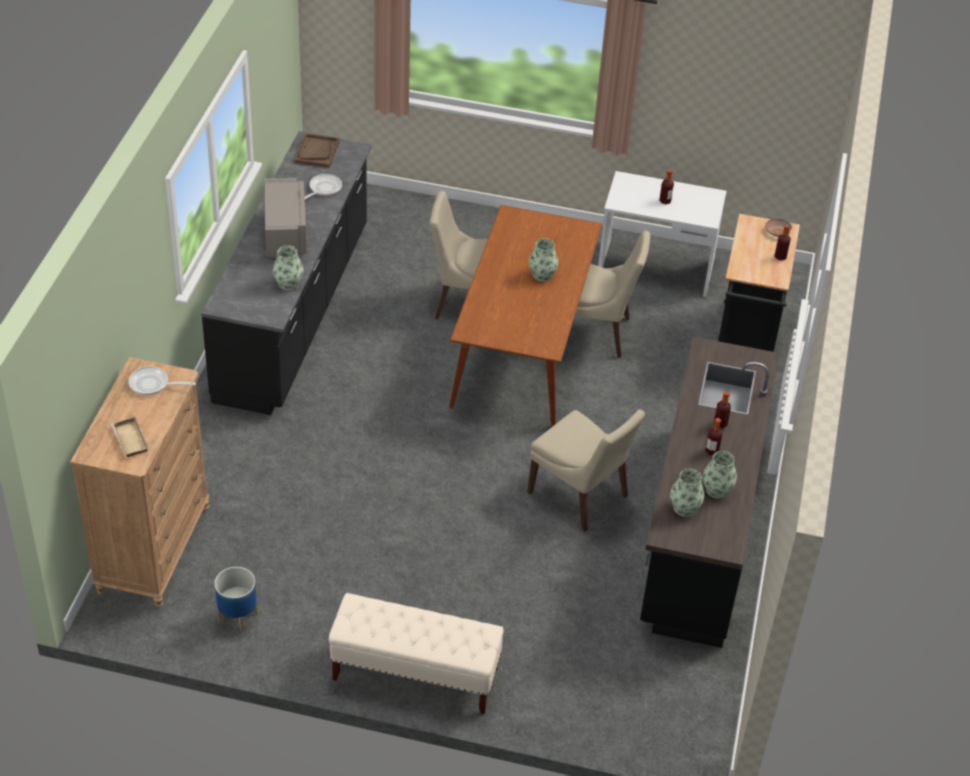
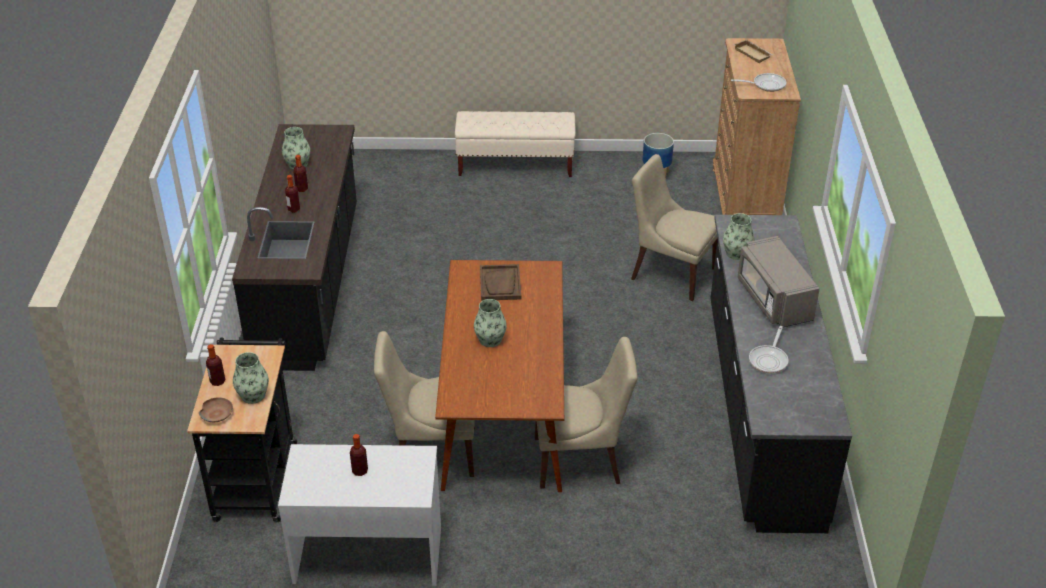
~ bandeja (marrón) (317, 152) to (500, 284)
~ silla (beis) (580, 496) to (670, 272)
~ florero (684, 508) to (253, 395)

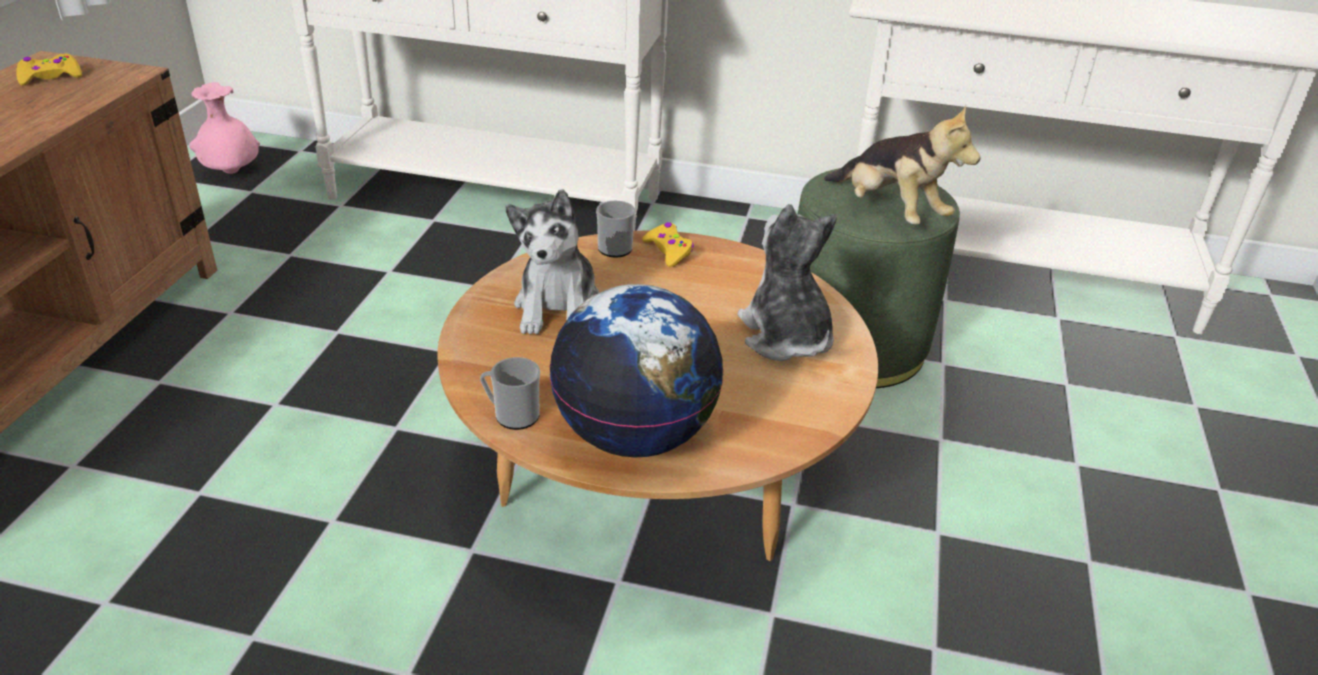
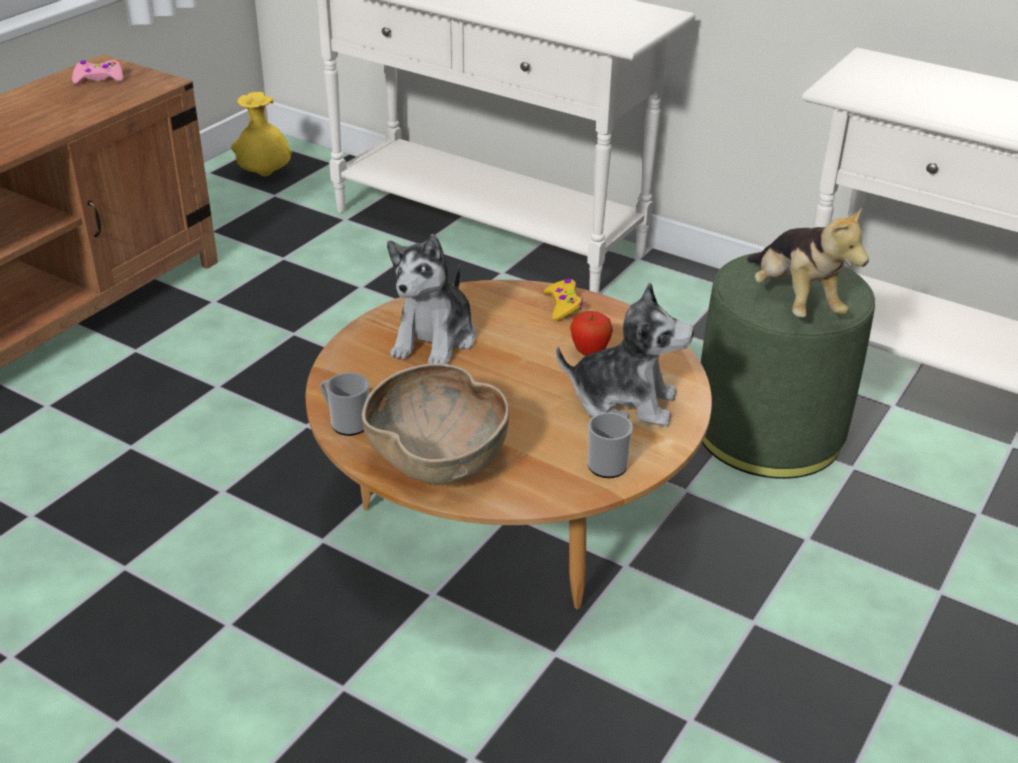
+ manzana (589, 353)
~ taza grande (612, 246) to (605, 462)
~ globo terráqueo (635, 435) to cuenco (marrón) (438, 459)
~ mando de consola (amarillo) (50, 77) to mando de consola (rosa) (99, 79)
~ florero (rosa) (231, 172) to florero (amarillo) (265, 175)
~ peluche (785, 337) = (624, 402) 105 degrees clockwise

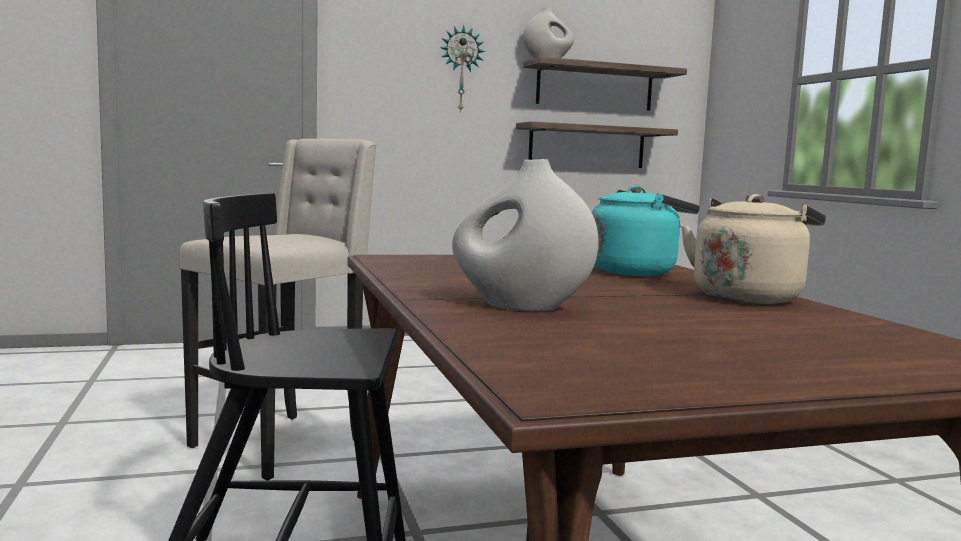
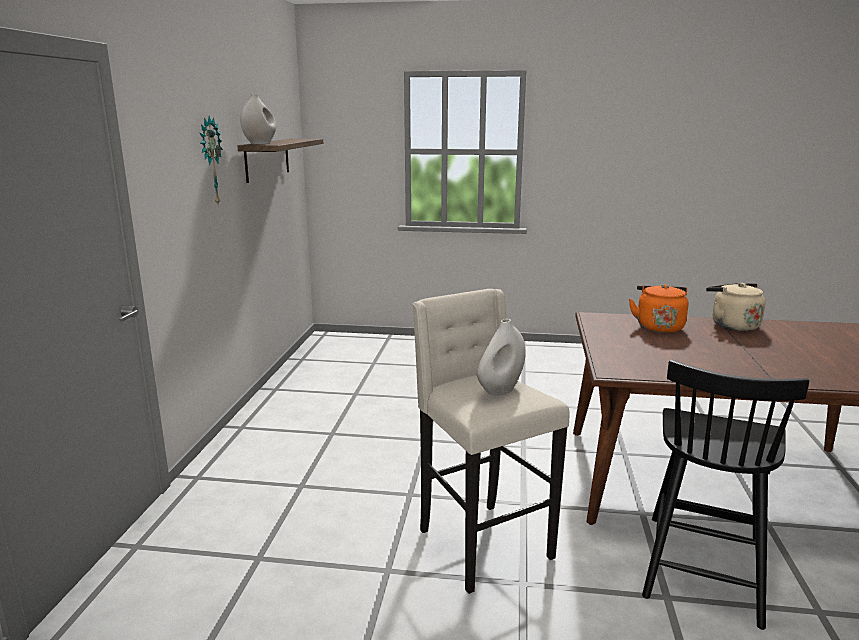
- estante (587, 146)
~ florero (blanco) (520, 307) to (500, 390)
~ hervidor (turquesa) (636, 272) to hervidor (naranja) (658, 327)

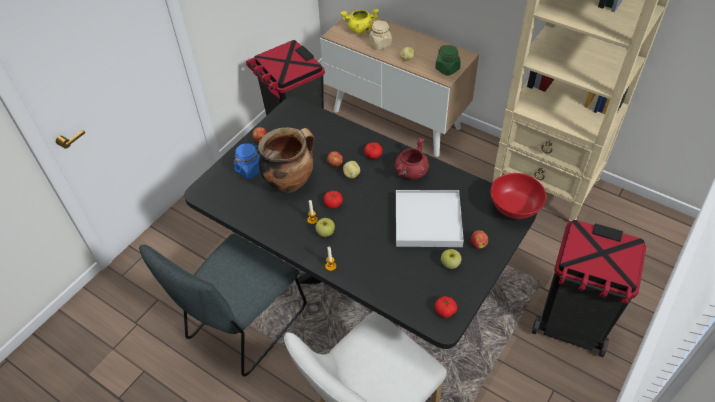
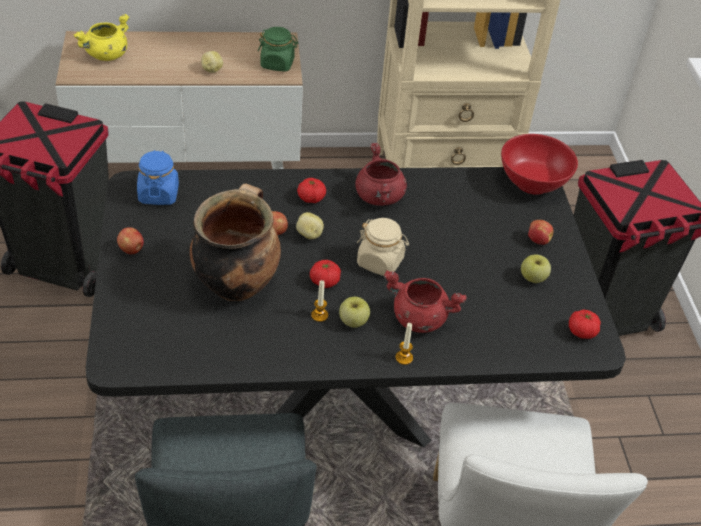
- bandeja (blanco) (428, 221)
+ olla (rojo) (418, 319)
~ tarro (azul) (250, 169) to (158, 194)
~ tarro (beis) (380, 44) to (380, 262)

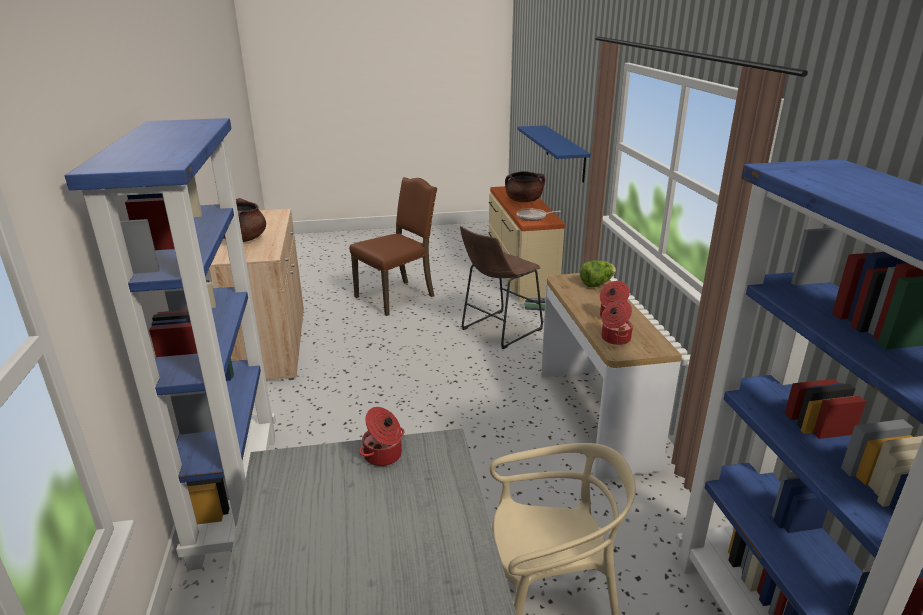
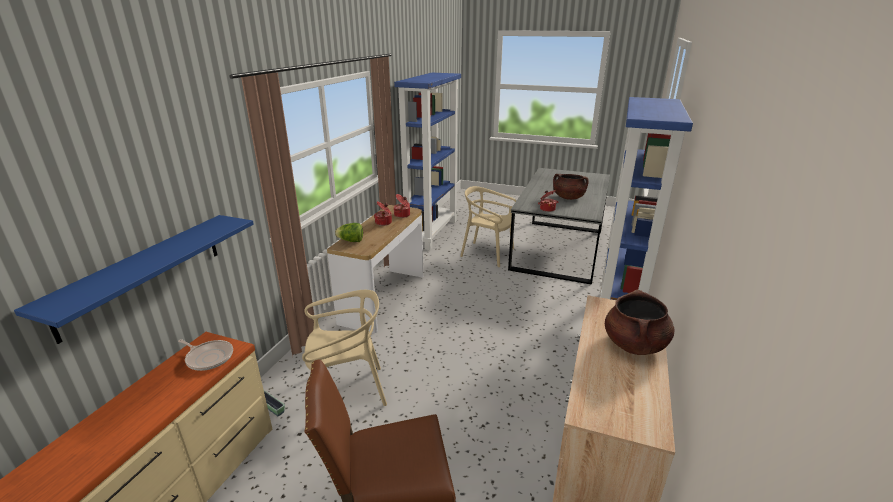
~ olla (marrón) (524, 201) to (568, 198)
~ taburete (marrón) (498, 330) to silla (beis) (347, 392)

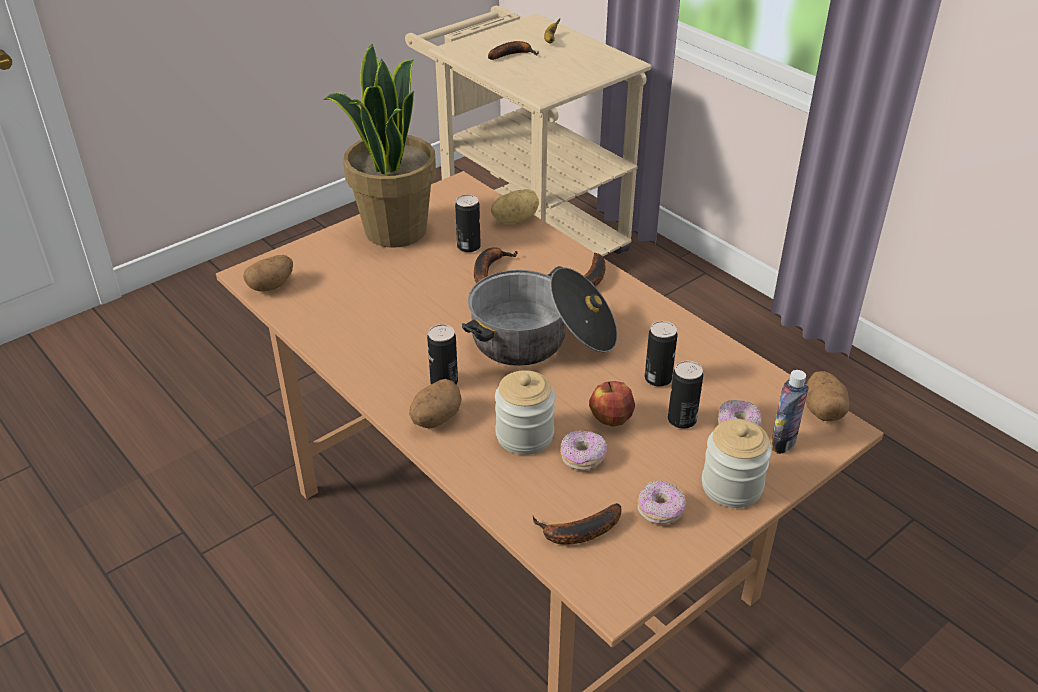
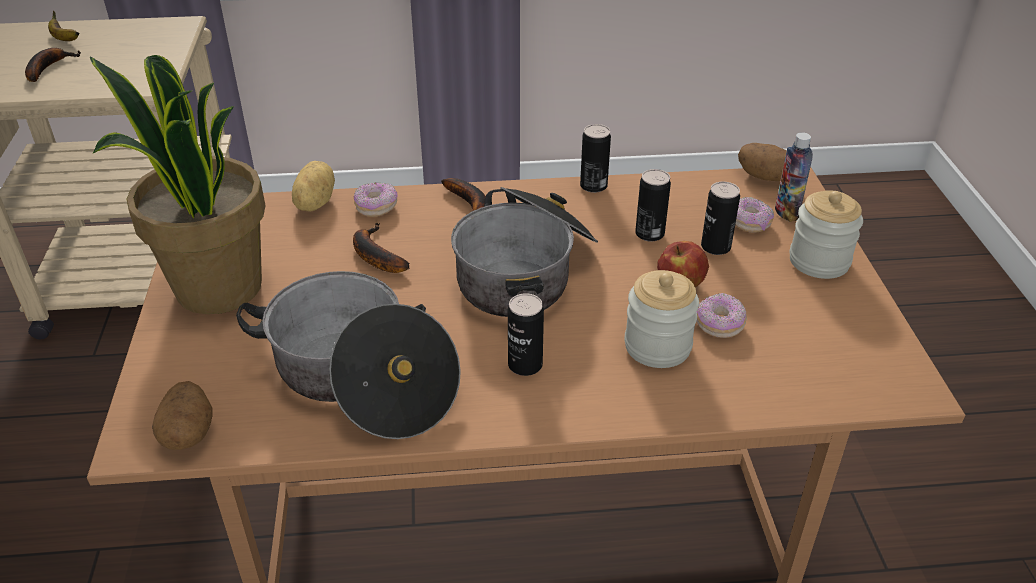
- patata (435, 419)
- plátano (577, 533)
+ olla (360, 379)
~ lata (468, 246) to (593, 186)
~ rosquilla (660, 510) to (376, 207)

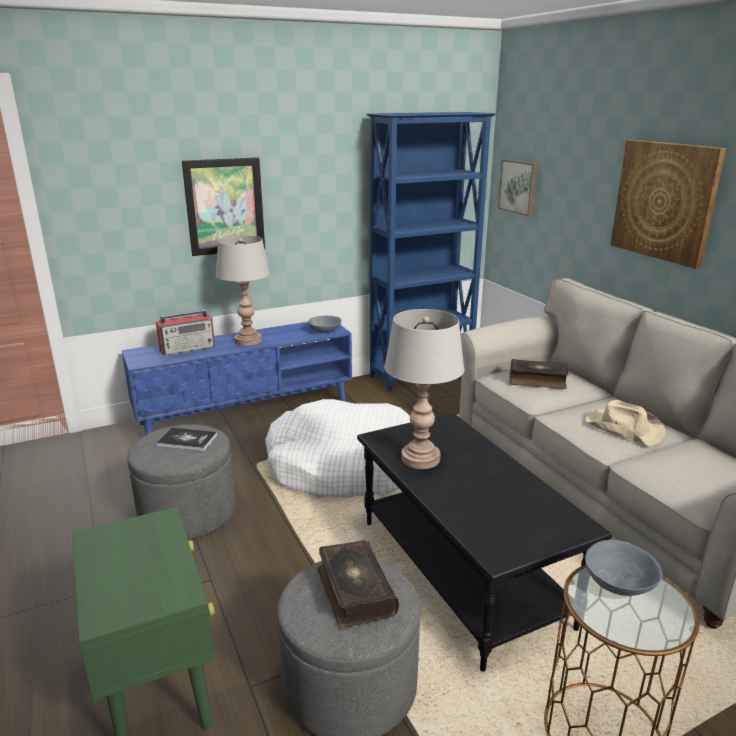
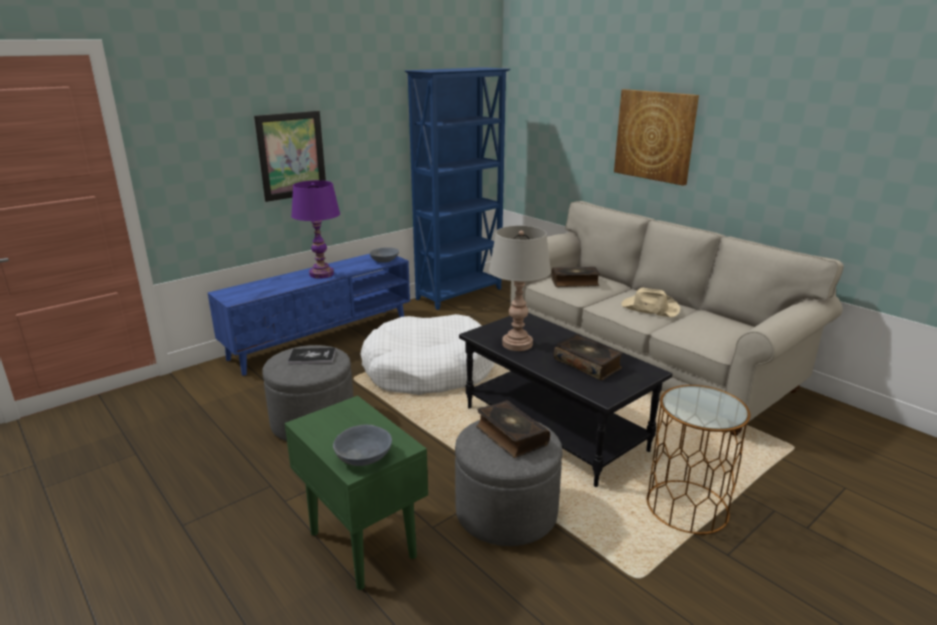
- radio (188, 348)
- cuadro (519, 187)
+ libro (587, 364)
~ cuenco (gris) (620, 582) to (364, 457)
~ lámpara de mesa (gris) (248, 340) to lámpara de mesa (morado) (321, 274)

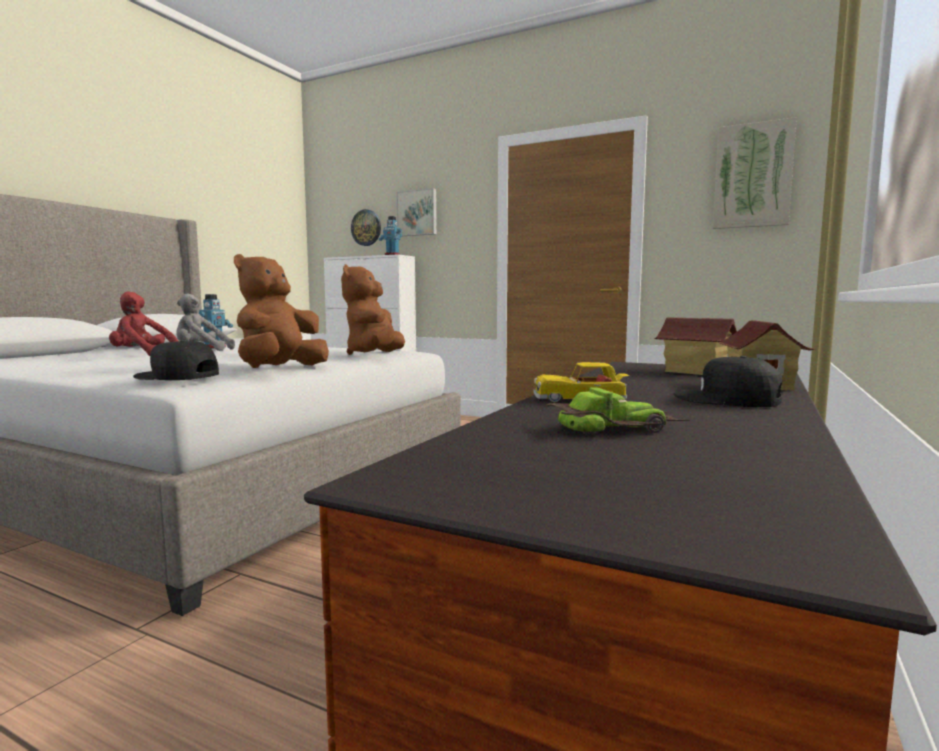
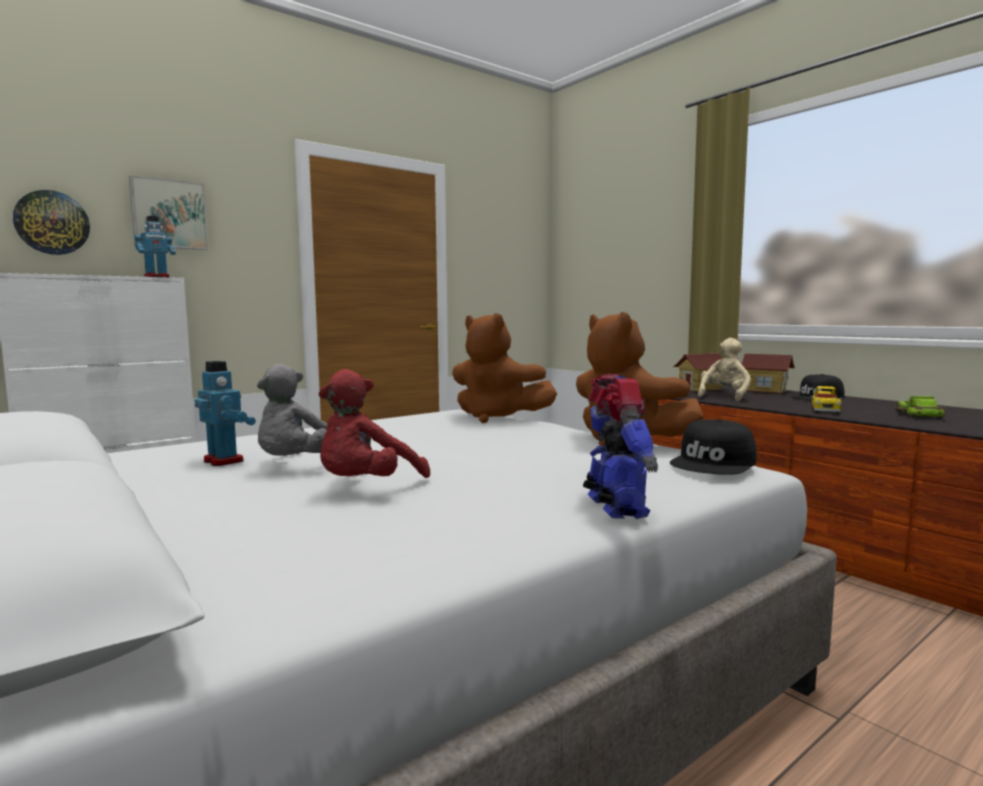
- cuadro (753, 176)
+ robot de juguete (615, 508)
+ peluche (beis) (724, 396)

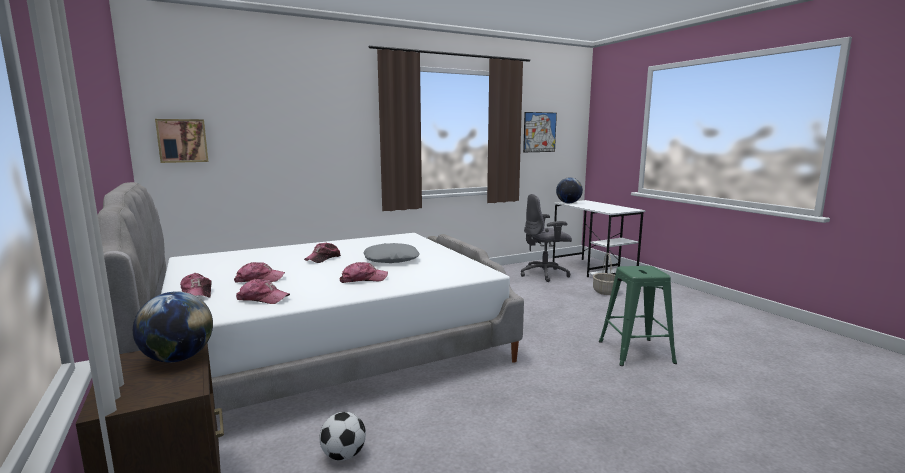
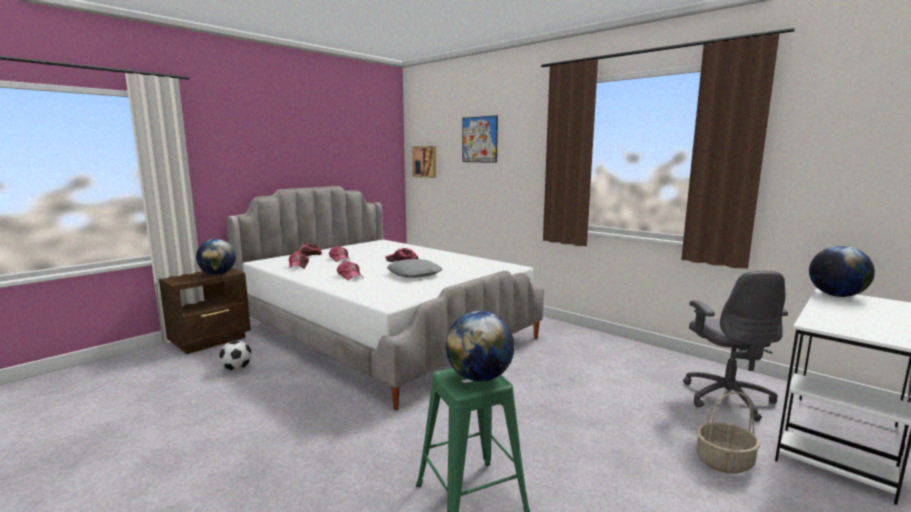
+ globo terráqueo (479, 377)
~ cuadro (539, 132) to (479, 139)
~ silla de oficina (gris) (545, 274) = (727, 397) 150 degrees counterclockwise

